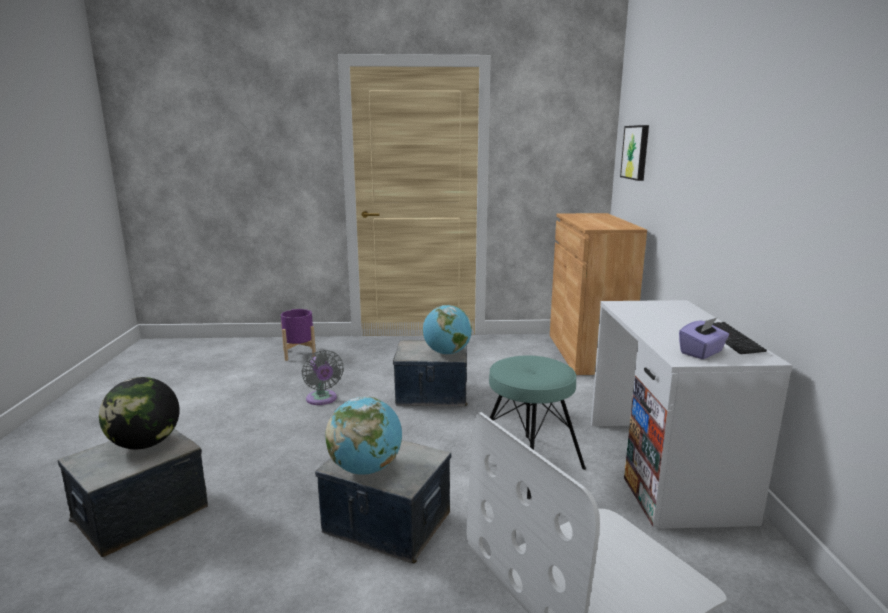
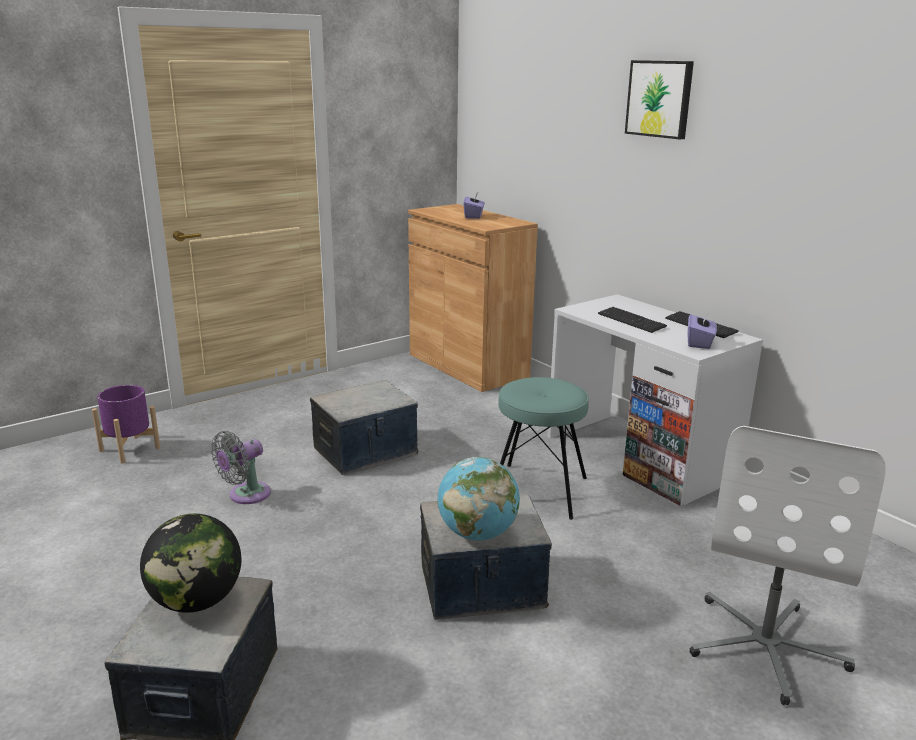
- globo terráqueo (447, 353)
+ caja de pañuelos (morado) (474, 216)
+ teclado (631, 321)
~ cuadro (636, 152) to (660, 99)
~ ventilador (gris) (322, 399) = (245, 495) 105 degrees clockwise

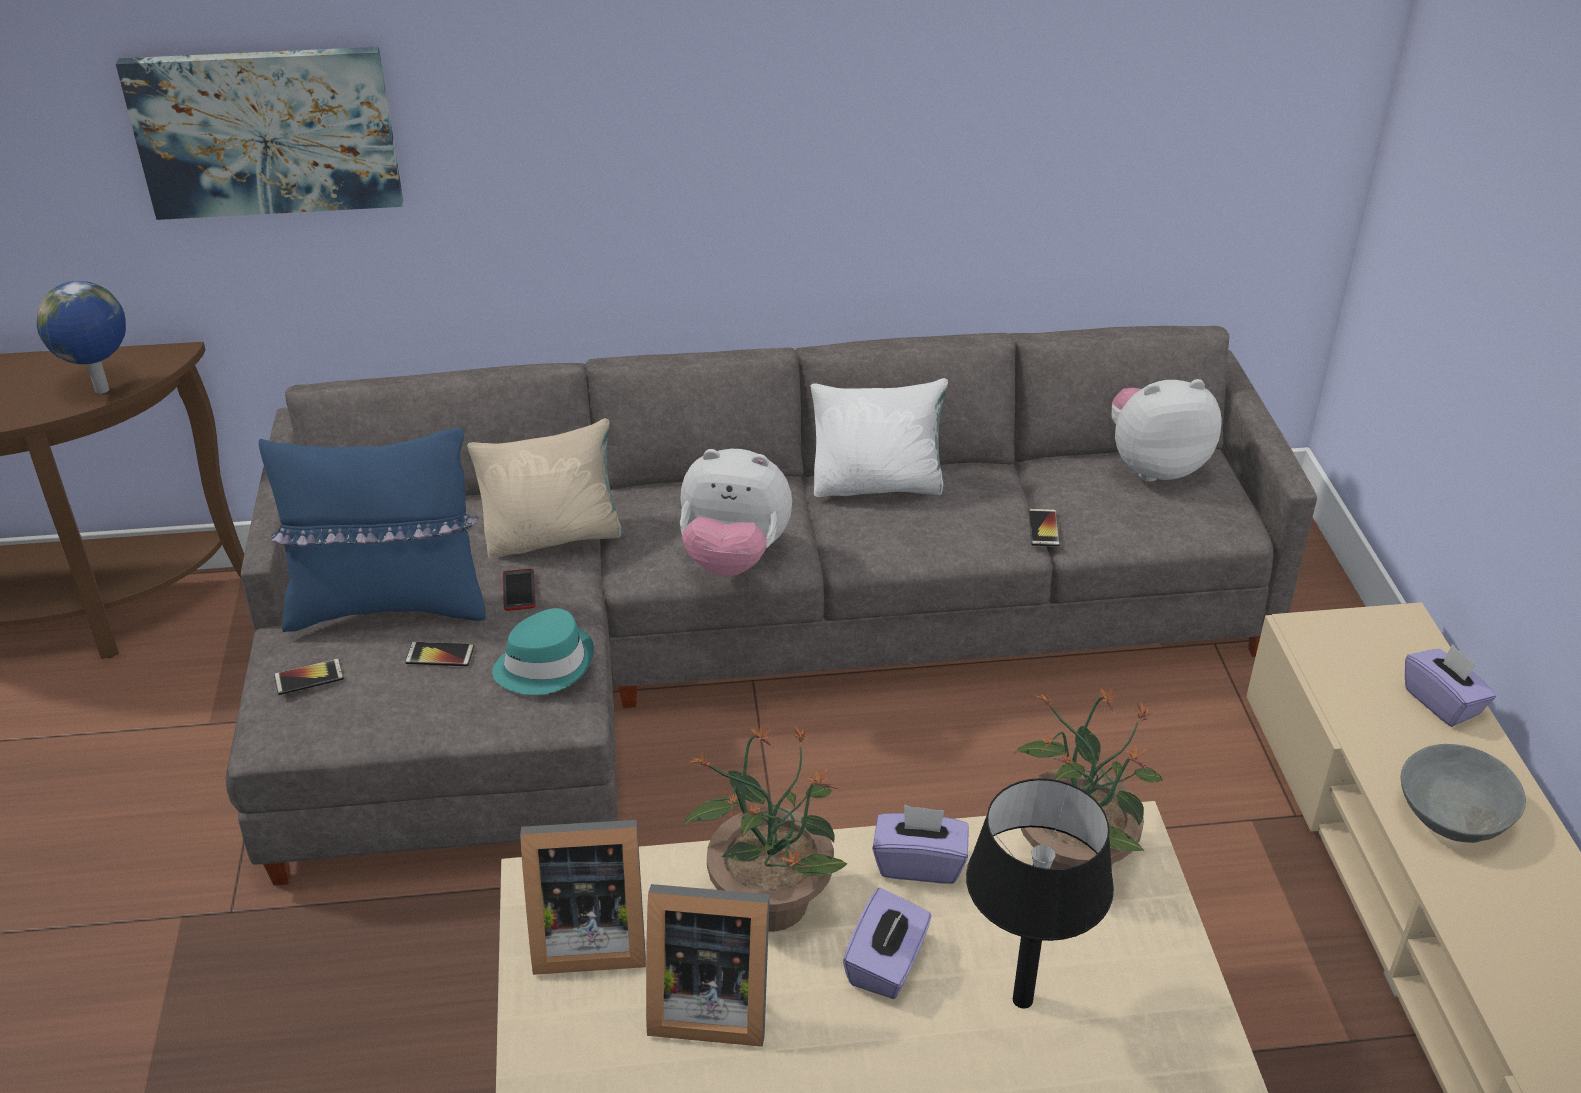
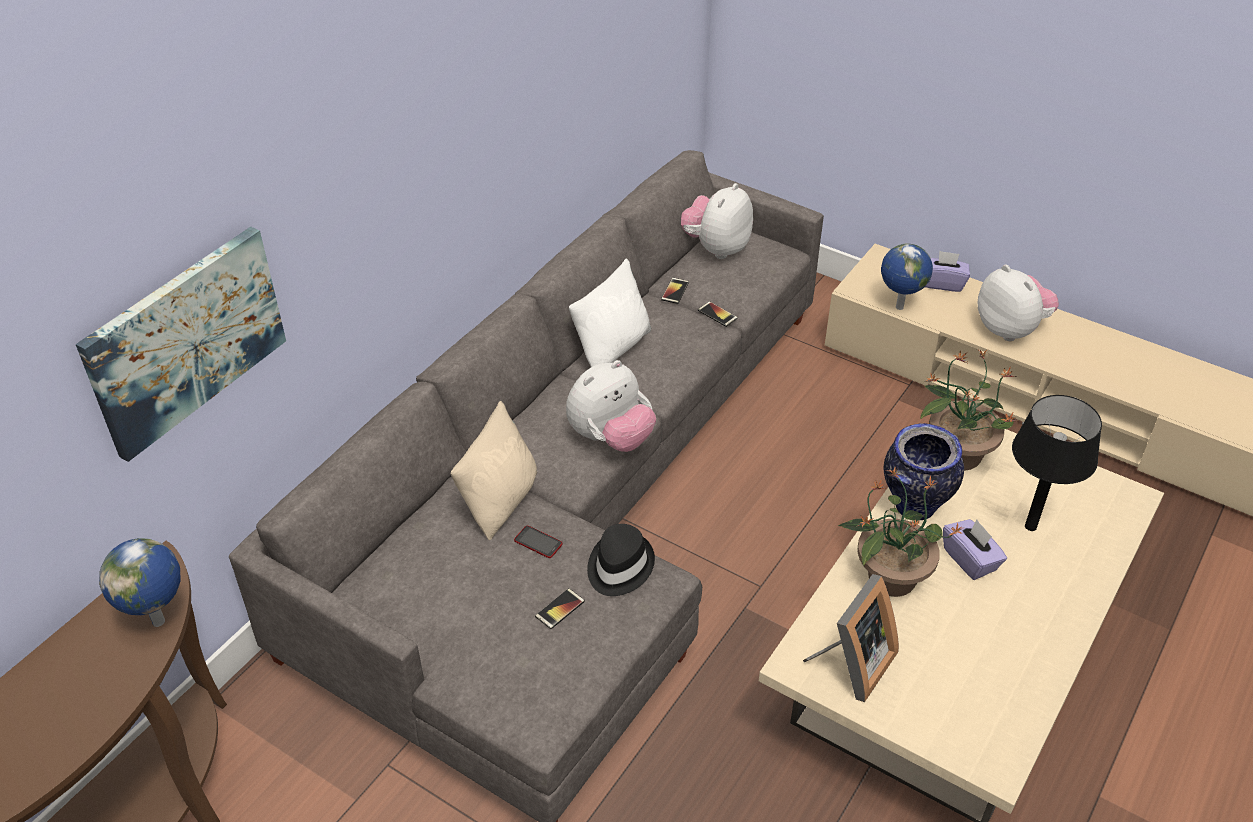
- cojín (azul) (389, 605)
- portarretratos (707, 1002)
+ globo terráqueo (898, 307)
~ móvil (309, 677) to (675, 291)
~ caja de pañuelos (morado) (919, 863) to florero (914, 508)
~ cuenco (gris) (1451, 815) to peluche (1010, 329)
~ sombrero (turquesa) (545, 664) to sombrero (negro) (618, 566)

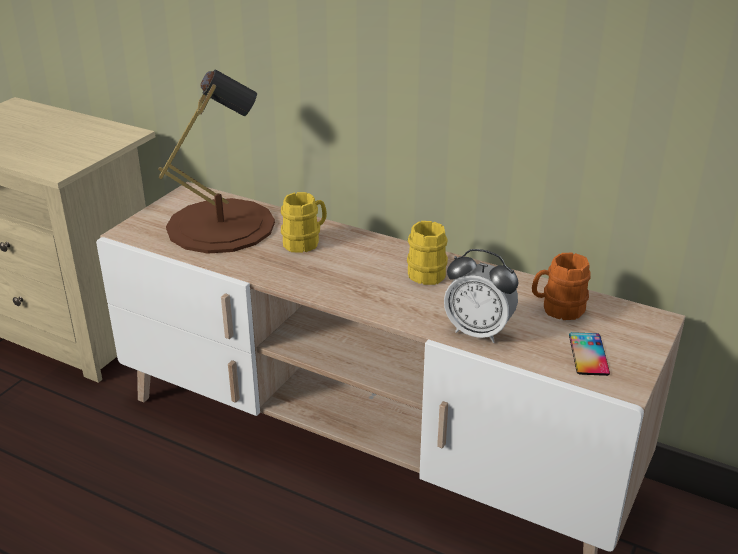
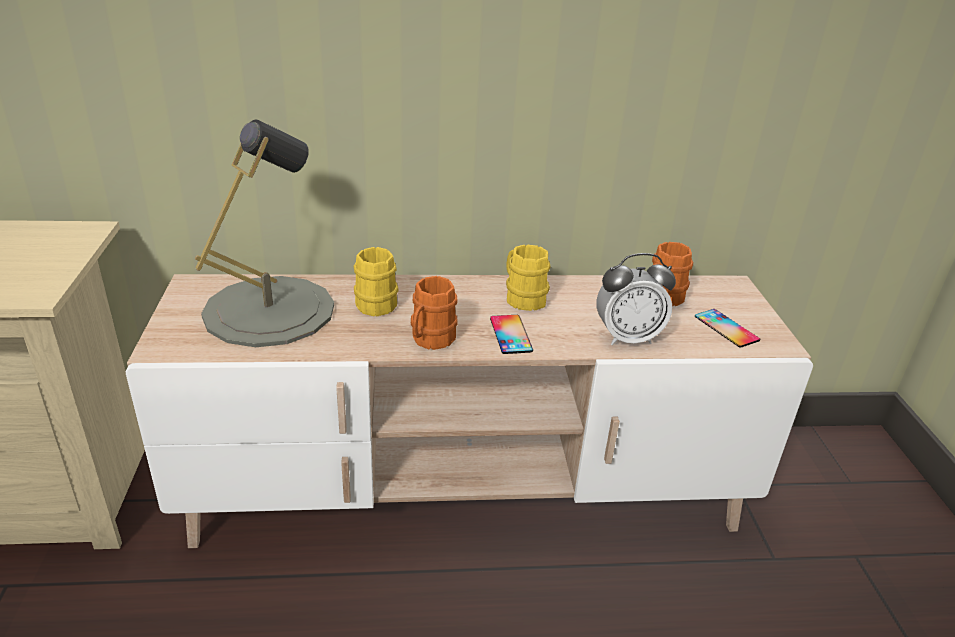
+ taza grande (naranja) (430, 340)
+ móvil (510, 334)
~ lámpara de mesa (marrón) (221, 225) to lámpara de mesa (gris) (269, 310)

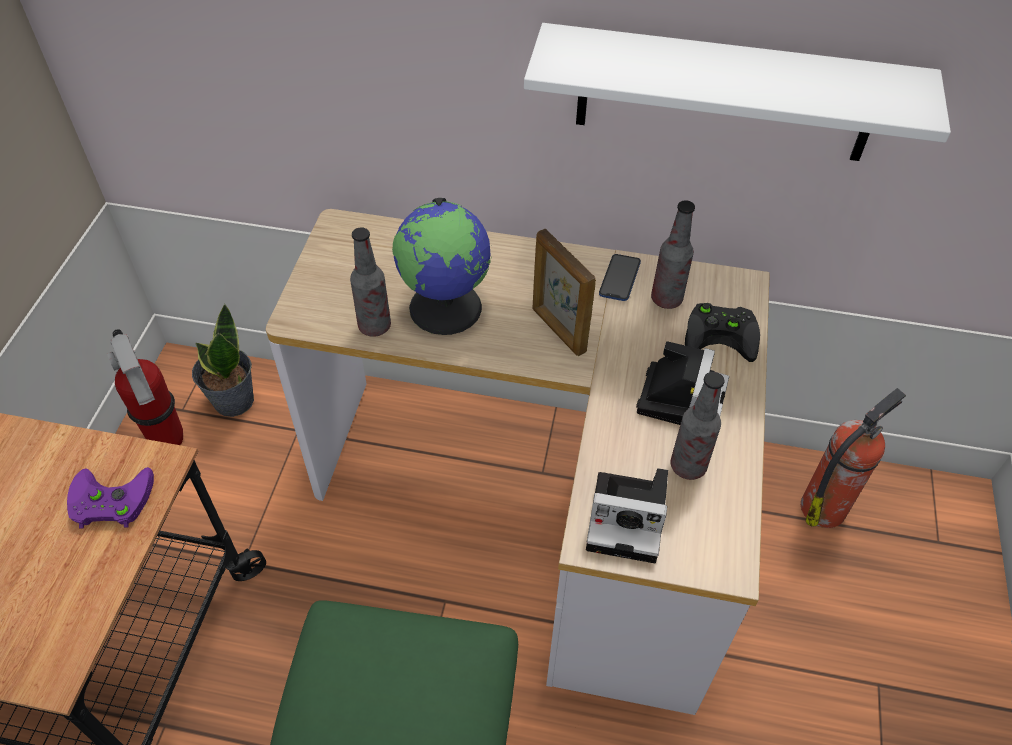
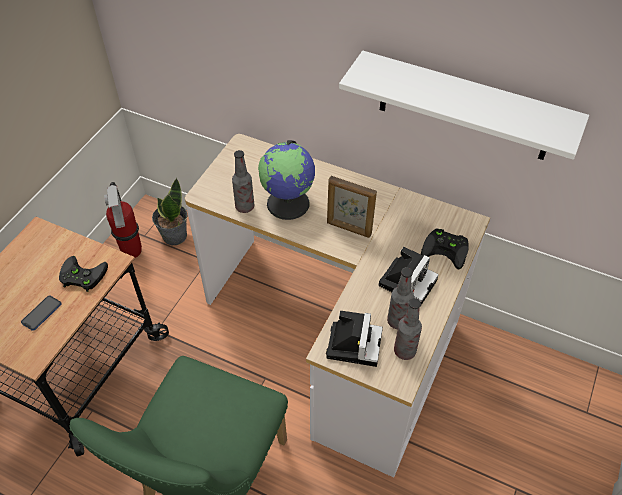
- extintor (825, 506)
~ móvil (619, 278) to (41, 313)
~ botella (666, 299) to (404, 351)
~ mando de consola (morado) (108, 502) to mando de consola (negro) (81, 276)
~ portarretratos (558, 330) = (349, 229) 45 degrees counterclockwise
~ cámara (630, 518) = (353, 343) 105 degrees counterclockwise

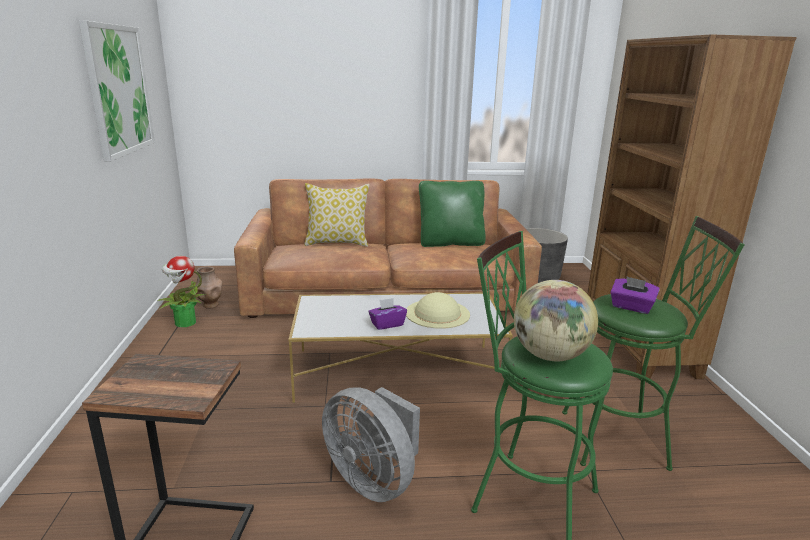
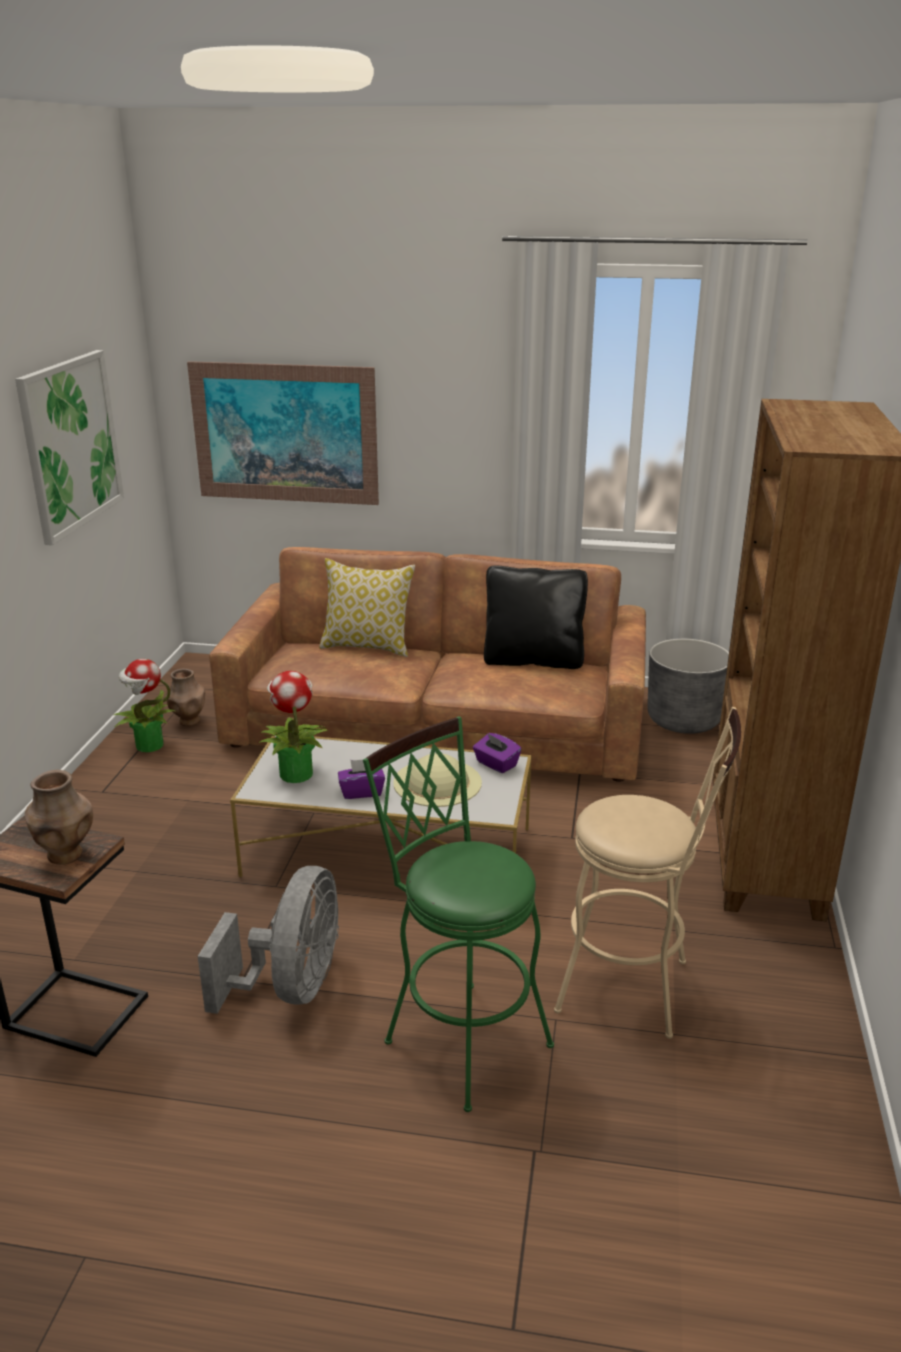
- globo terráqueo (549, 355)
+ florero (marrón) (65, 855)
+ cuadro (284, 433)
+ planta en maceta (295, 773)
~ caja de pañuelos (morado) (631, 307) to (496, 764)
~ cojín (verde) (450, 243) to cojín (negro) (533, 660)
~ taburete (verde) (623, 440) to taburete (beis) (635, 989)
~ ventilador (gris) (373, 479) = (291, 987) 135 degrees counterclockwise

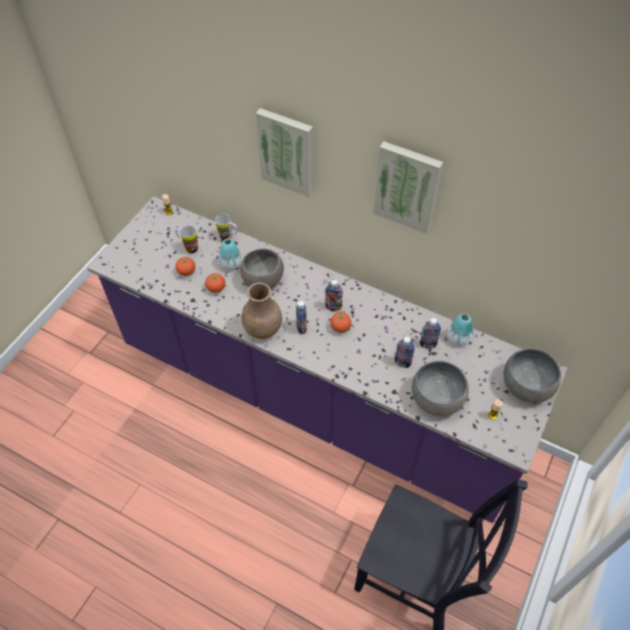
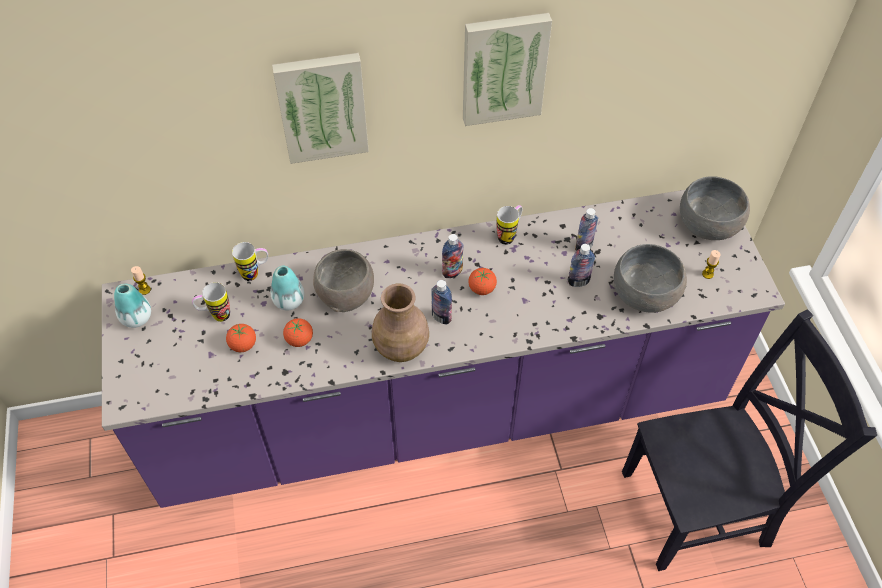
+ taza grande (509, 235)
~ florero (458, 338) to (136, 318)

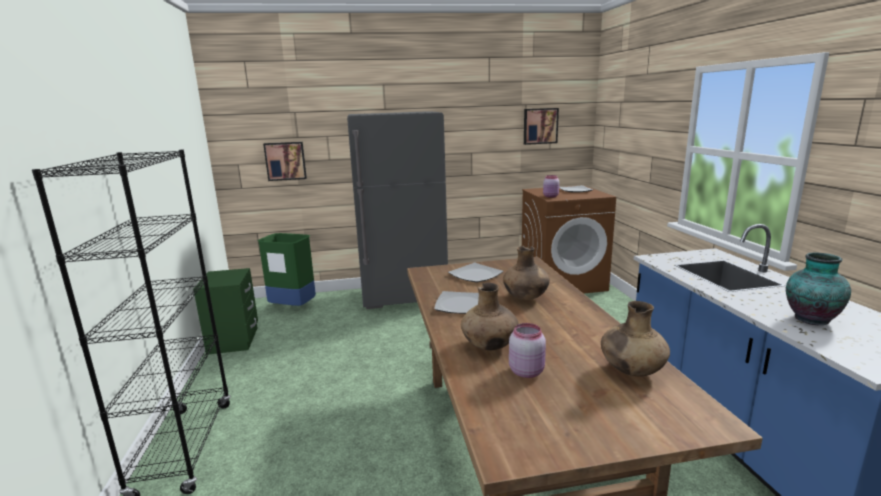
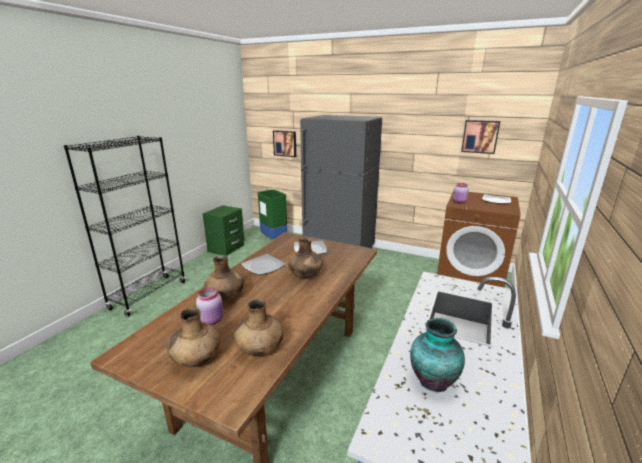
+ florero (marrón) (197, 359)

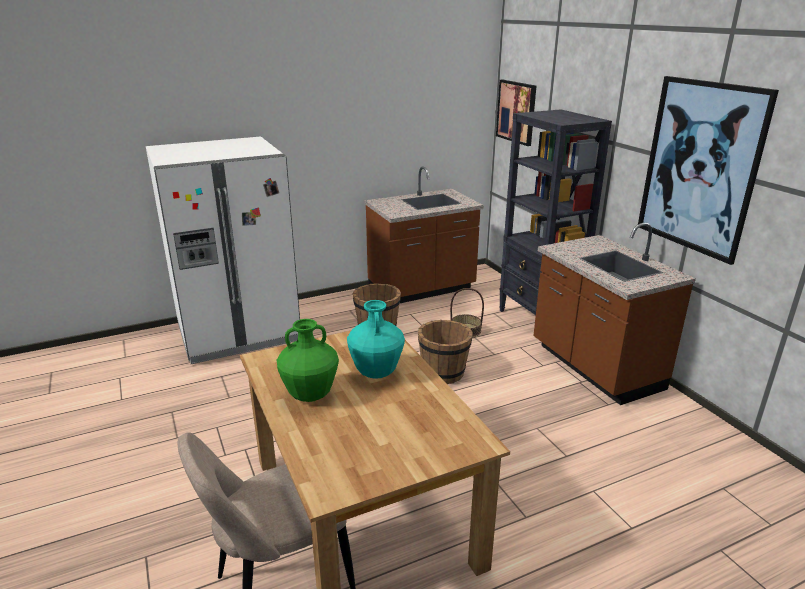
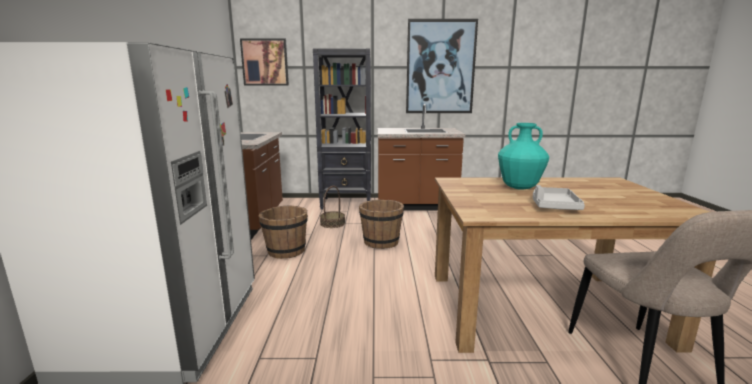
~ florero (verde) (310, 395) to bandeja (gris) (553, 206)

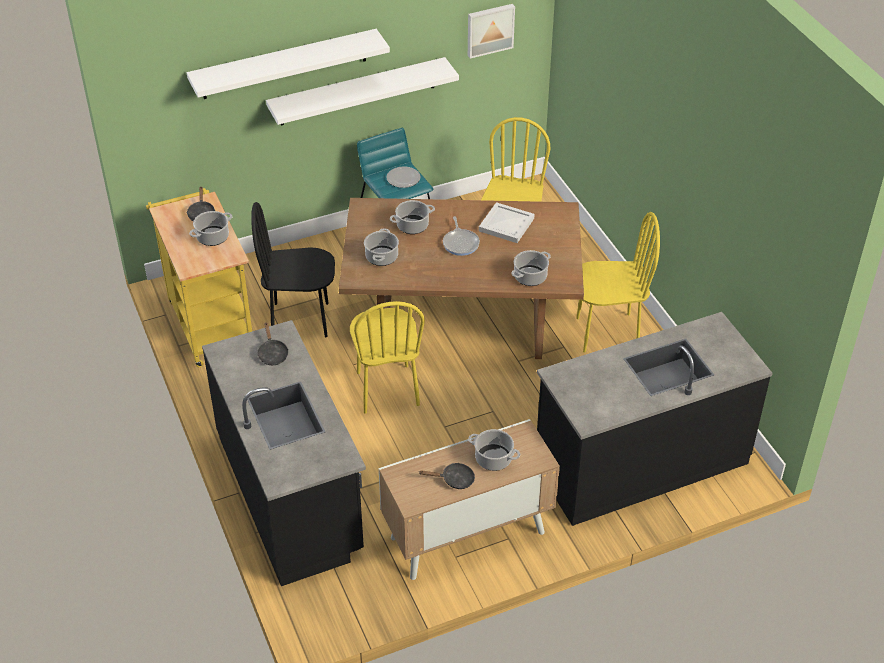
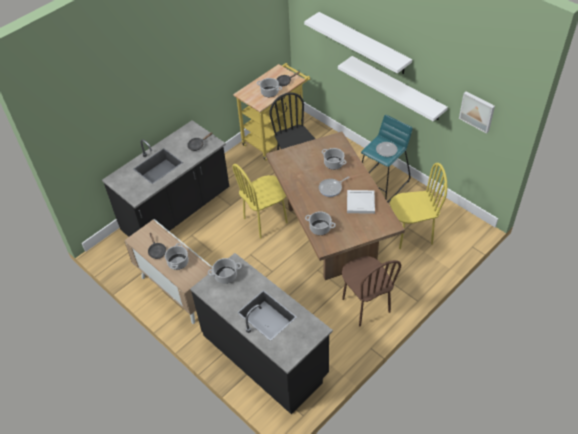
~ olla (381, 257) to (226, 275)
~ silla (amarillo) (607, 333) to silla (marrón) (365, 305)

